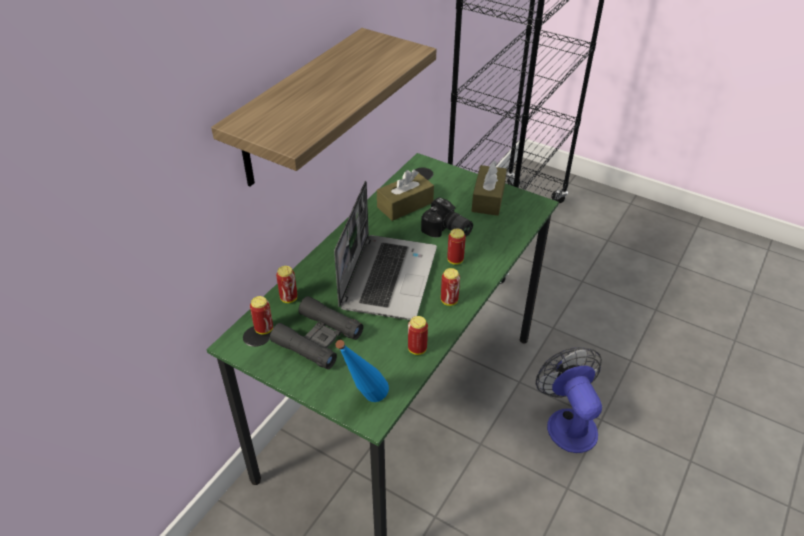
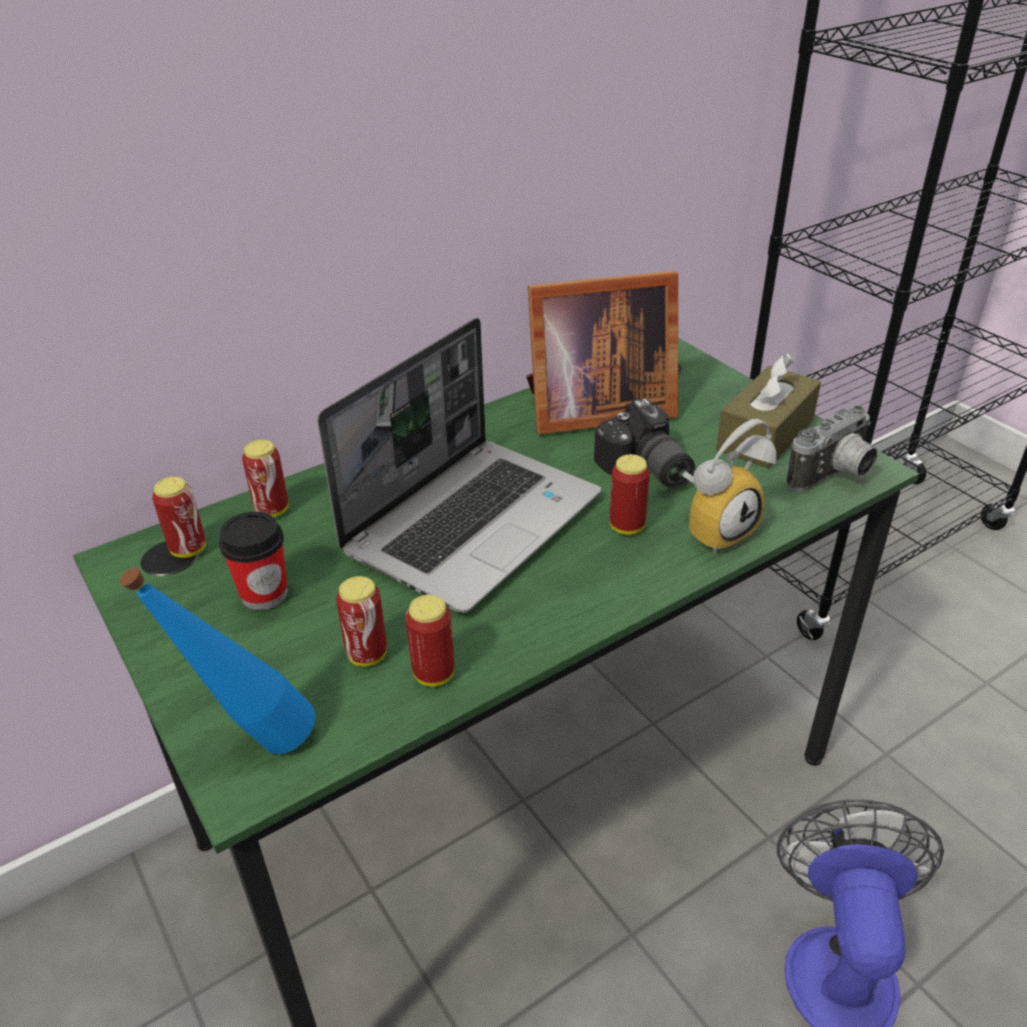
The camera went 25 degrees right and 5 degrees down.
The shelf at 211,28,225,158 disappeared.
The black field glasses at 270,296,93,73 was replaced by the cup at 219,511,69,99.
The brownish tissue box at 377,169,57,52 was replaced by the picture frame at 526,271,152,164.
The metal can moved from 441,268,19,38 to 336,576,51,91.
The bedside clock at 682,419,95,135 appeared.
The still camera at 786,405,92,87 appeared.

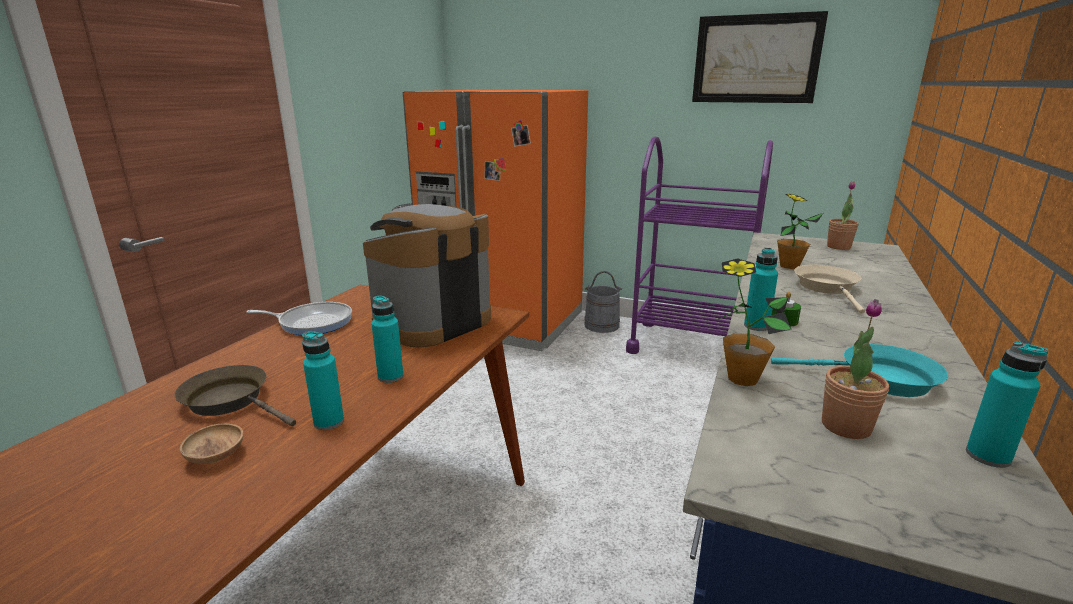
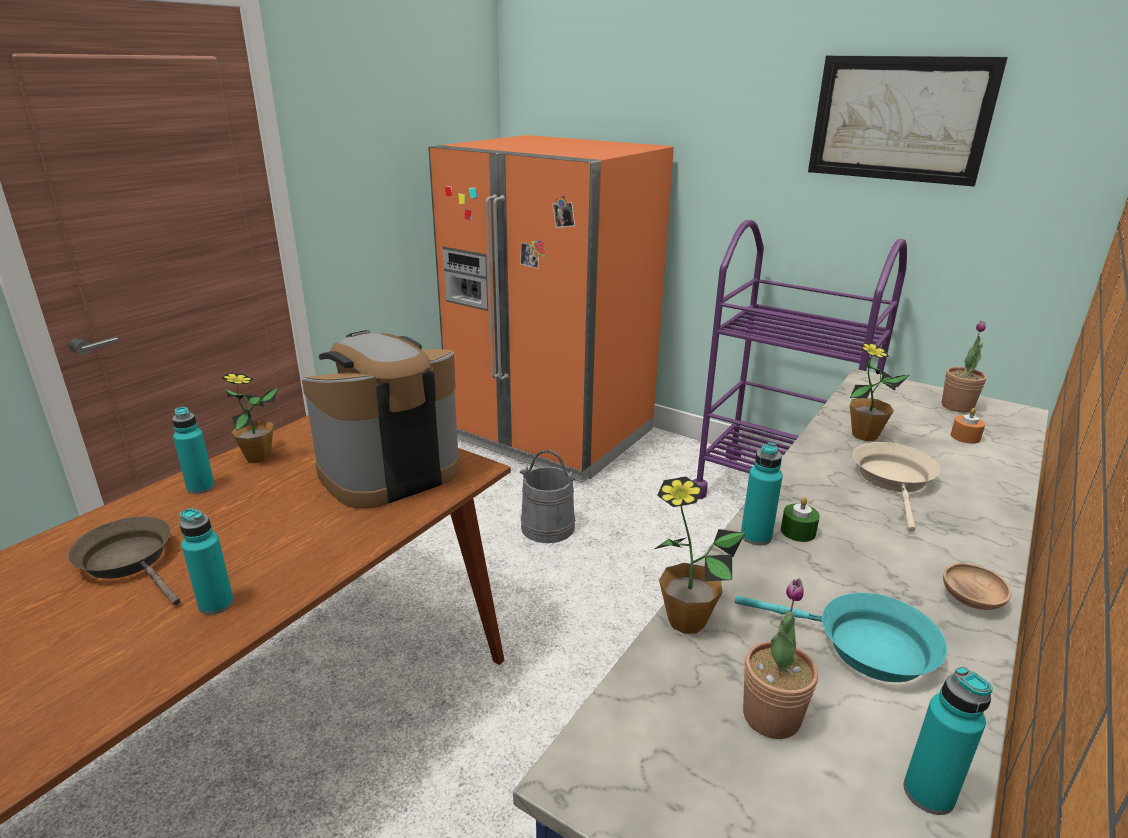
The camera went 10 degrees right and 5 degrees up.
The brownish bowl moved from 180,423,64,41 to 943,563,68,47.
The frying pan at 246,302,106,33 was replaced by the plant in a pot at 221,373,57,90.
The turquoise-coloured bottle moved from 371,295,32,88 to 172,407,43,87.
The gray bucket moved from 584,271,38,62 to 520,449,57,94.
The orange-coloured wax candle at 951,408,34,36 appeared.

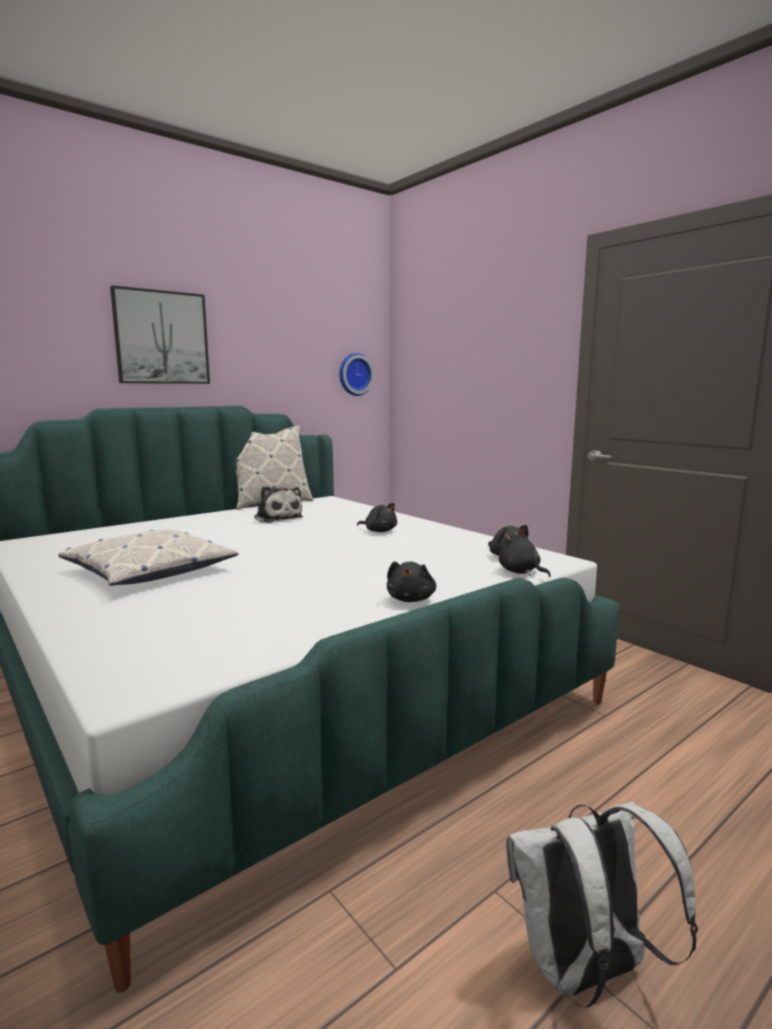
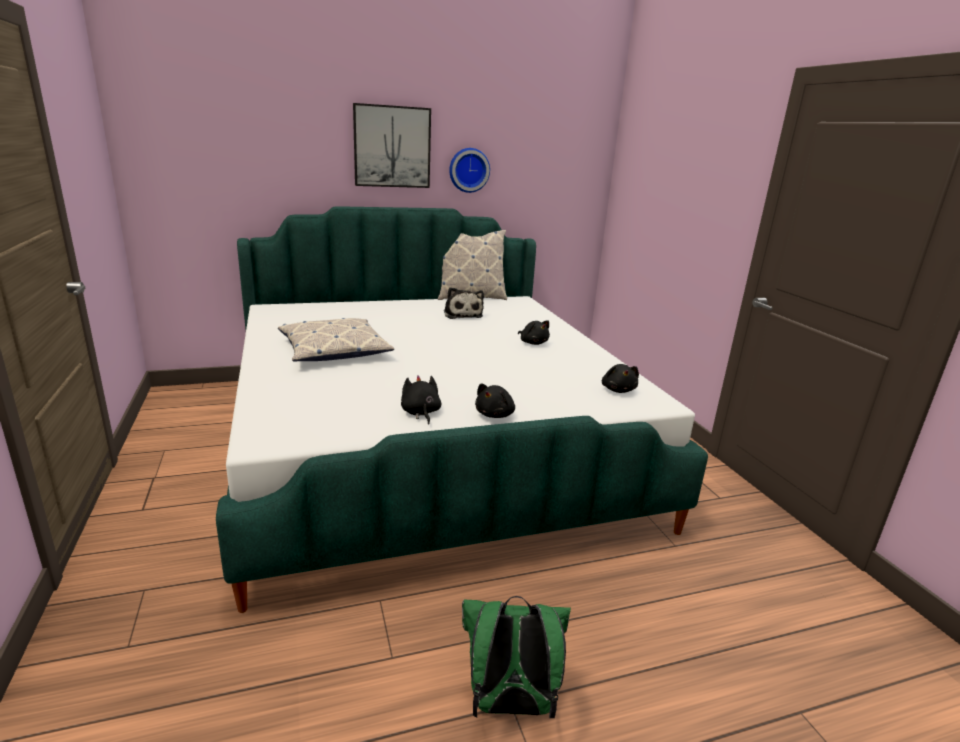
The camera went 20 degrees right and 10 degrees up.
The clock on the wall moved from 339,353,35,43 to 449,148,41,45.
The black soft toy moved from 499,532,52,45 to 401,375,40,50.
The whitish backpack at 506,801,192,207 became the green-coloured backpack at 462,596,109,122.

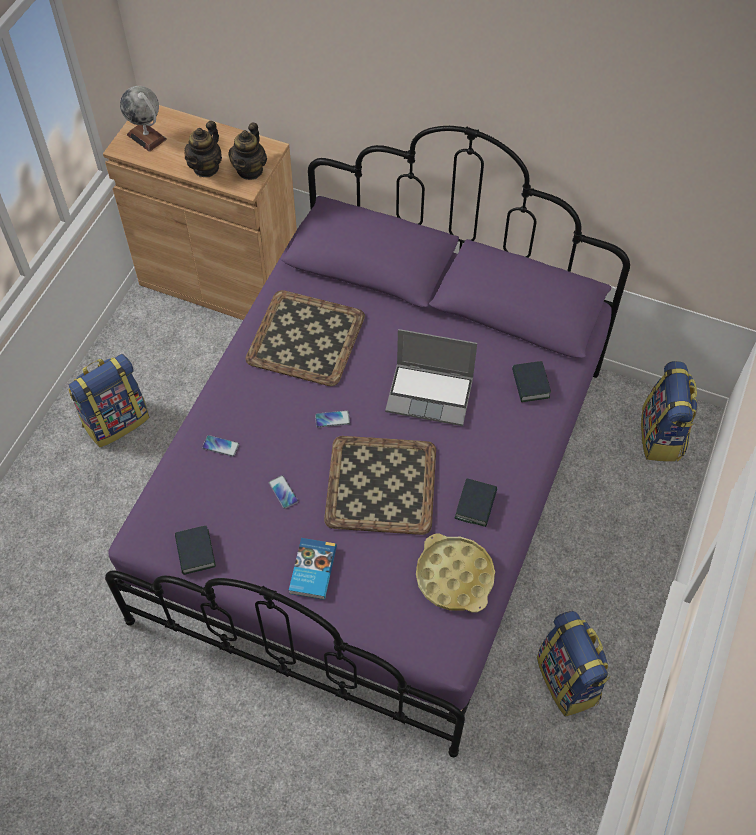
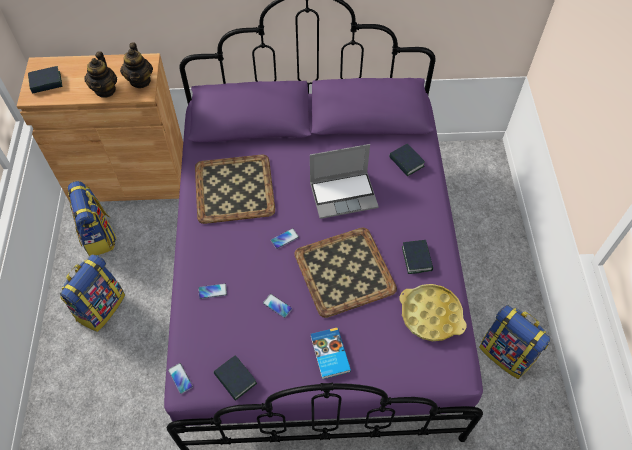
The camera went 25 degrees left and 0 degrees up.
The globe at 120,86,47,66 was replaced by the book at 28,66,35,28.
The backpack moved from 641,361,57,101 to 68,181,48,75.
The phone at 168,363,25,31 appeared.

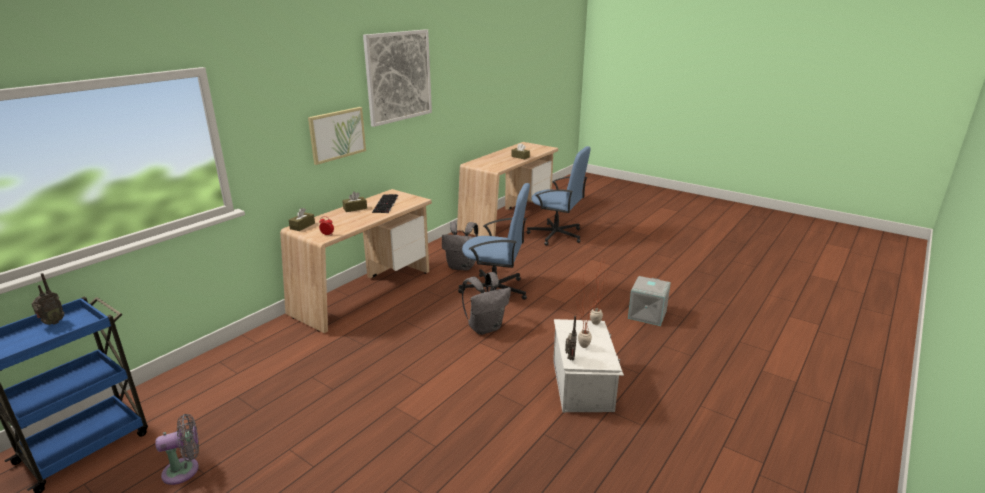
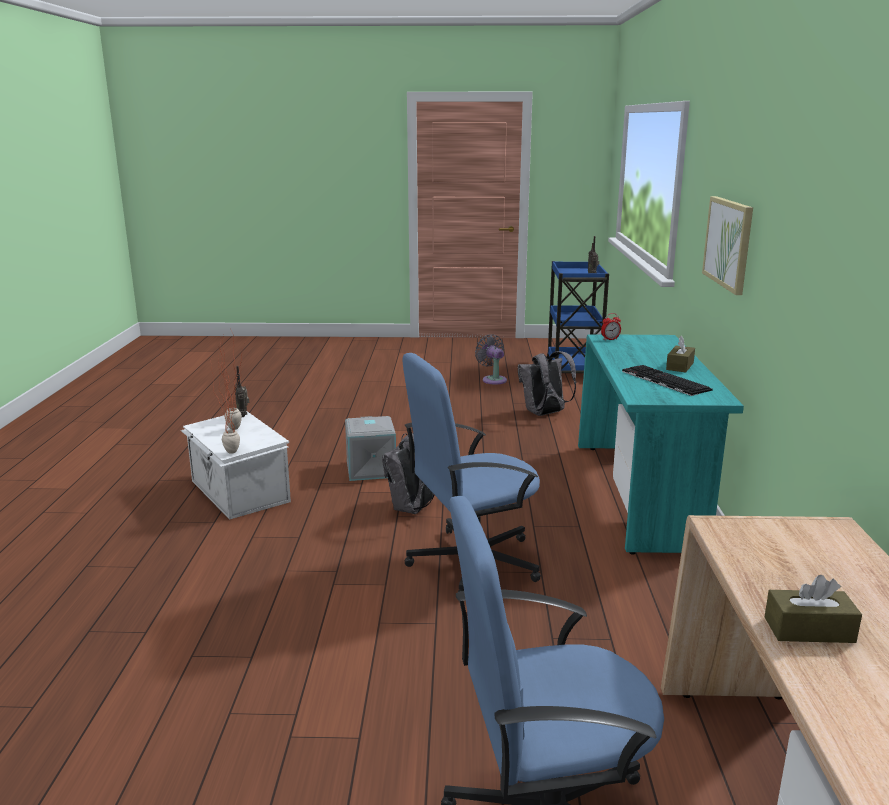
The camera went 145 degrees right and 5 degrees down.
The gray electric fan at 155,414,44,71 turned 120 degrees clockwise.
The sand-coloured desk table at 280,189,152,144 became the turquoise-coloured desk table at 578,334,166,221.
The brownish tissue box at 289,208,26,23 disappeared.
The picture at 363,29,69,98 disappeared.
The gray backpack moved from 442,221,36,49 to 518,351,58,65.
The gray storage container moved from 628,276,43,50 to 345,416,51,65.

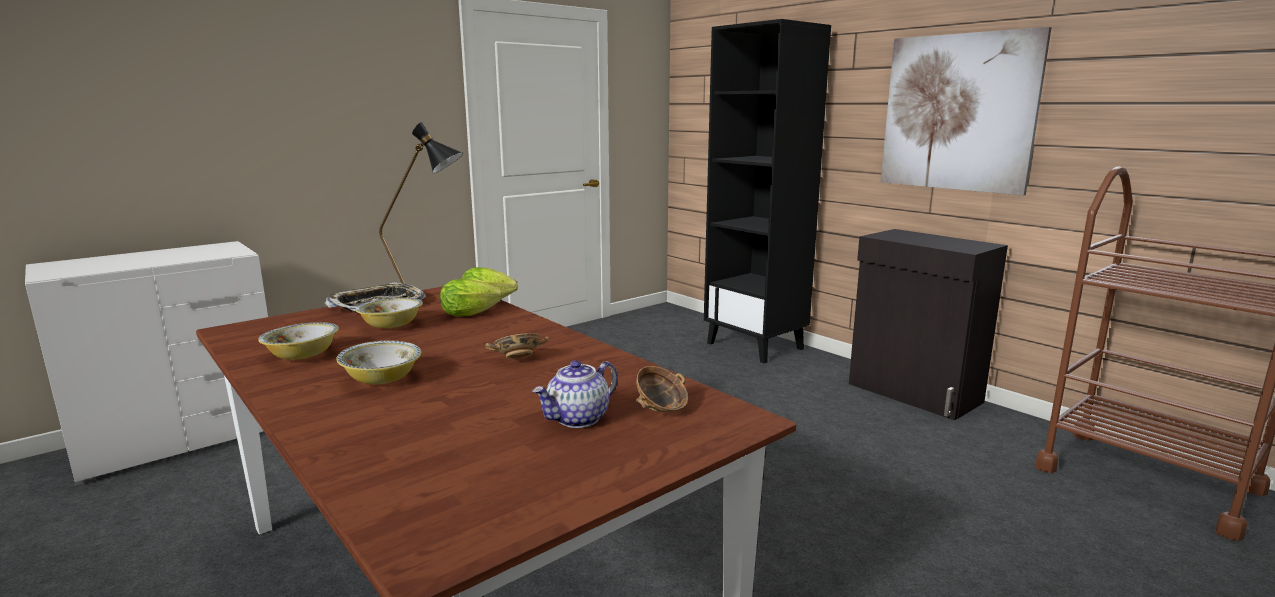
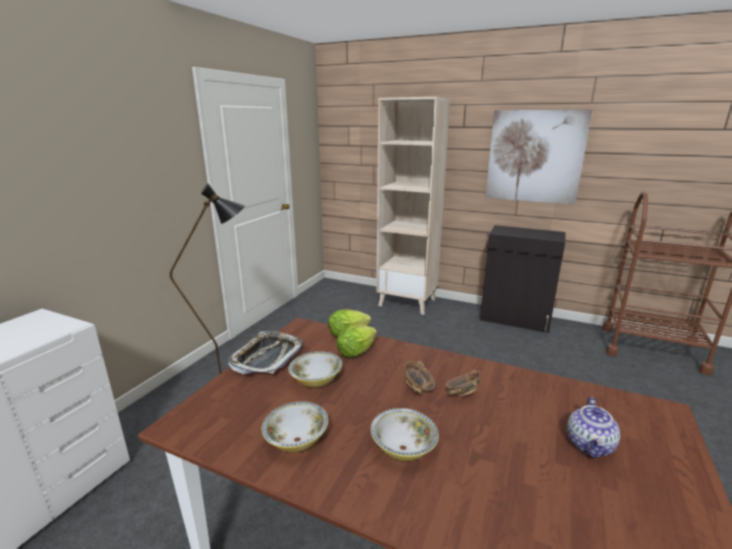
The camera went 25 degrees left and 5 degrees up.
The bowl moved from 636,366,52,46 to 404,361,31,33.
The black bookcase at 704,19,127,344 became the sand-coloured bookcase at 376,97,74,218.

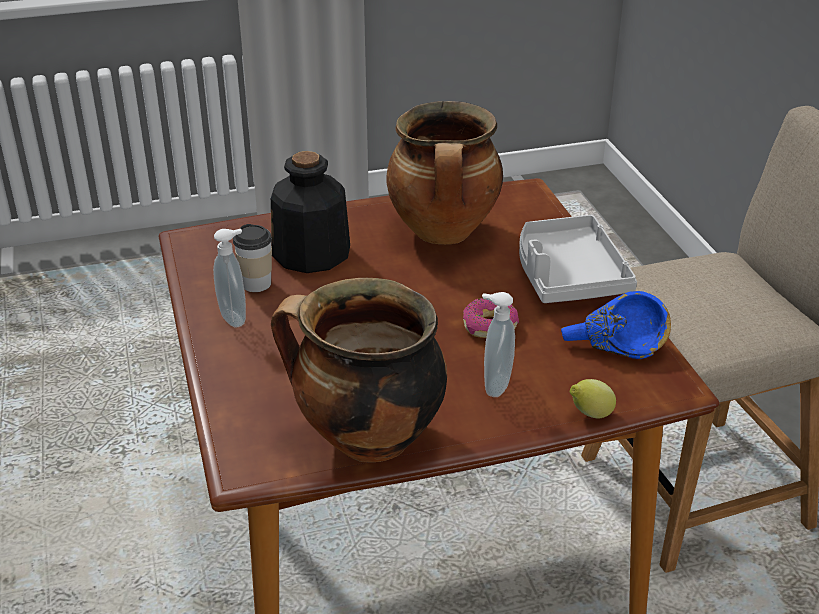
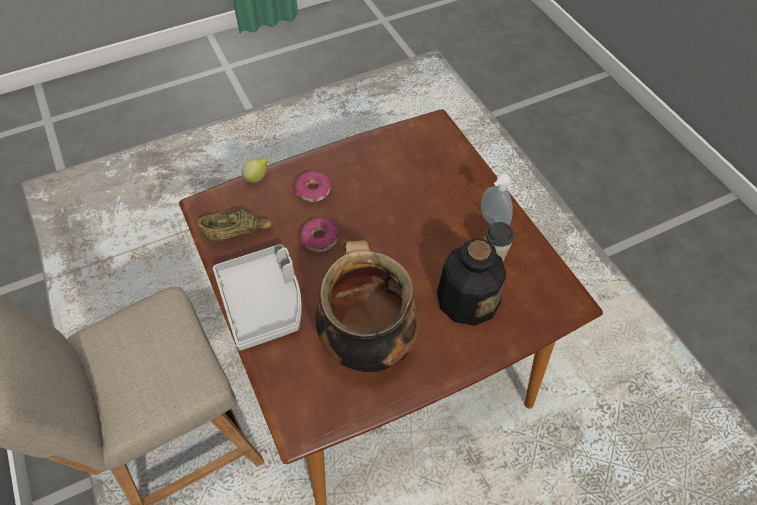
The camera went 170 degrees right and 20 degrees up.
The cooking pot at 271,278,176,184 disappeared.
The soap dispenser at 482,292,33,105 was replaced by the donut at 294,171,38,31.
The bluish bowl at 561,291,110,68 became the brownish bowl at 197,209,74,33.

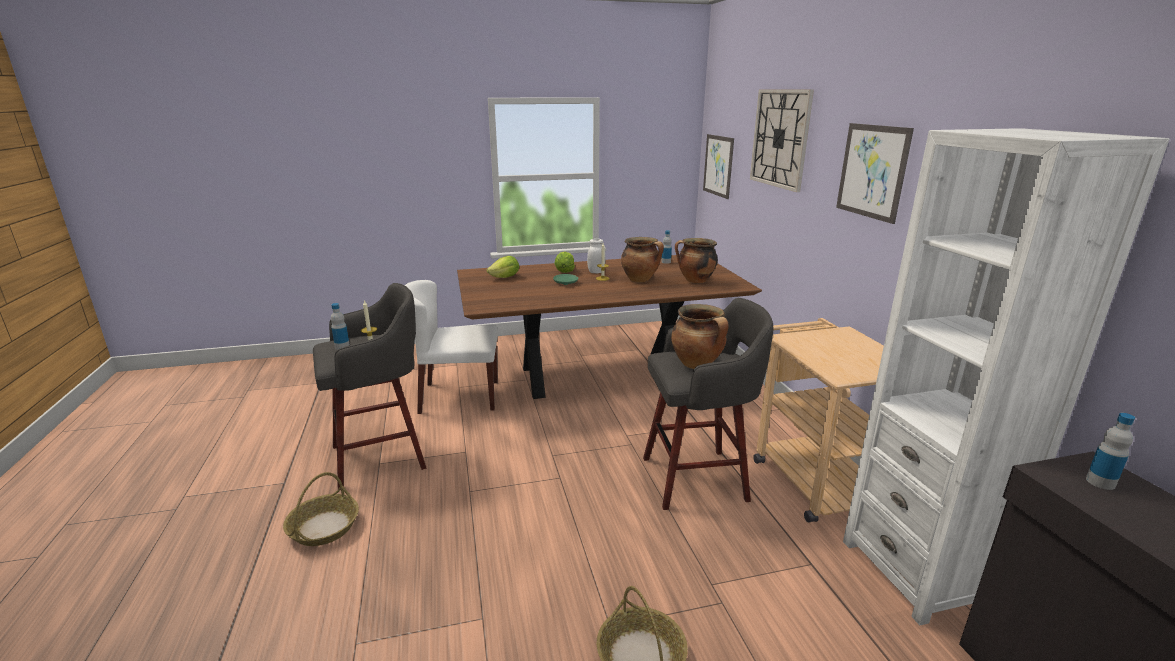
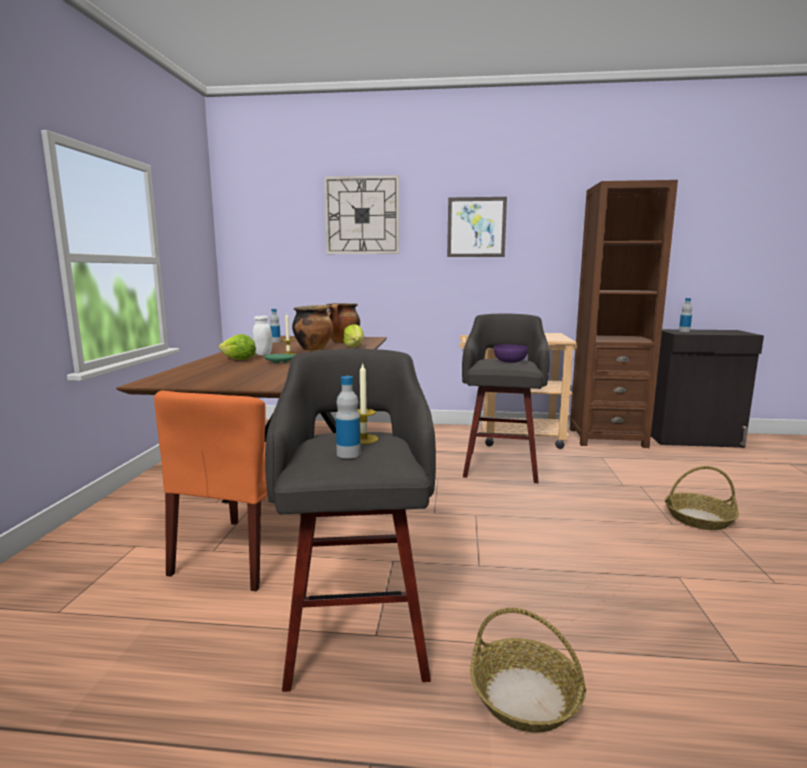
The camera went 70 degrees left and 10 degrees down.
The whitish upright chair at 405,280,93,134 became the orange-coloured upright chair at 154,391,147,200.
The head of lettuce moved from 486,256,33,22 to 343,324,21,23.
The cooking pot at 671,304,58,65 was replaced by the purplish bowl at 494,344,34,19.
The picture at 703,134,31,65 disappeared.
The whitish bookcase at 843,128,326,497 became the brownish bookcase at 570,180,108,268.

